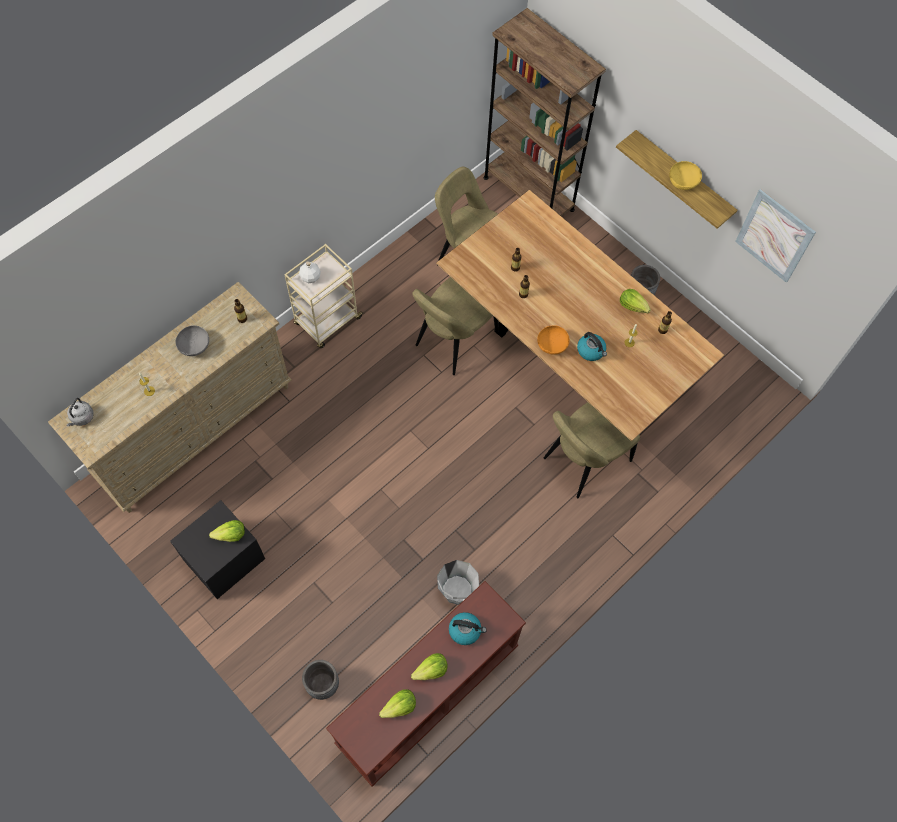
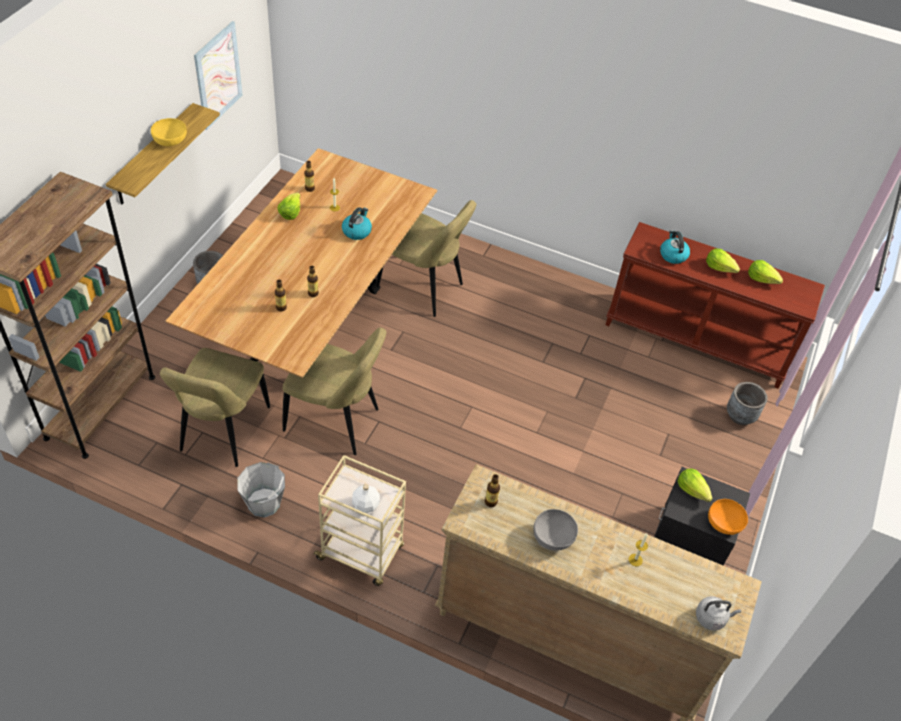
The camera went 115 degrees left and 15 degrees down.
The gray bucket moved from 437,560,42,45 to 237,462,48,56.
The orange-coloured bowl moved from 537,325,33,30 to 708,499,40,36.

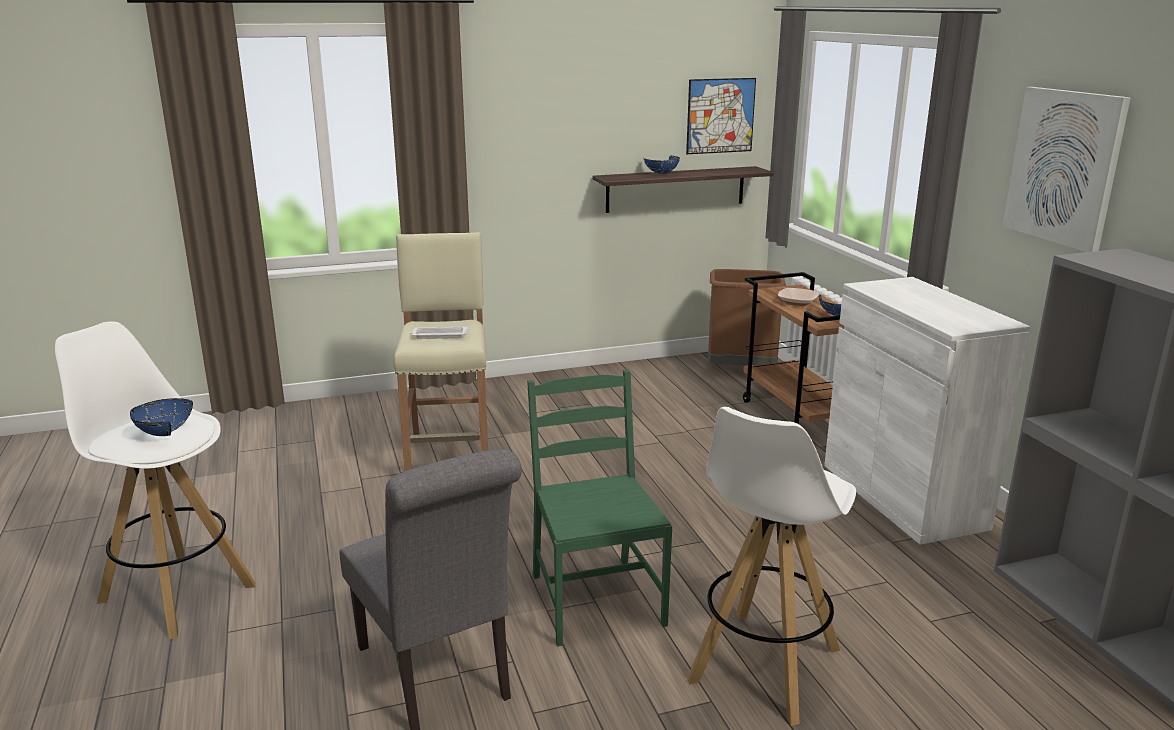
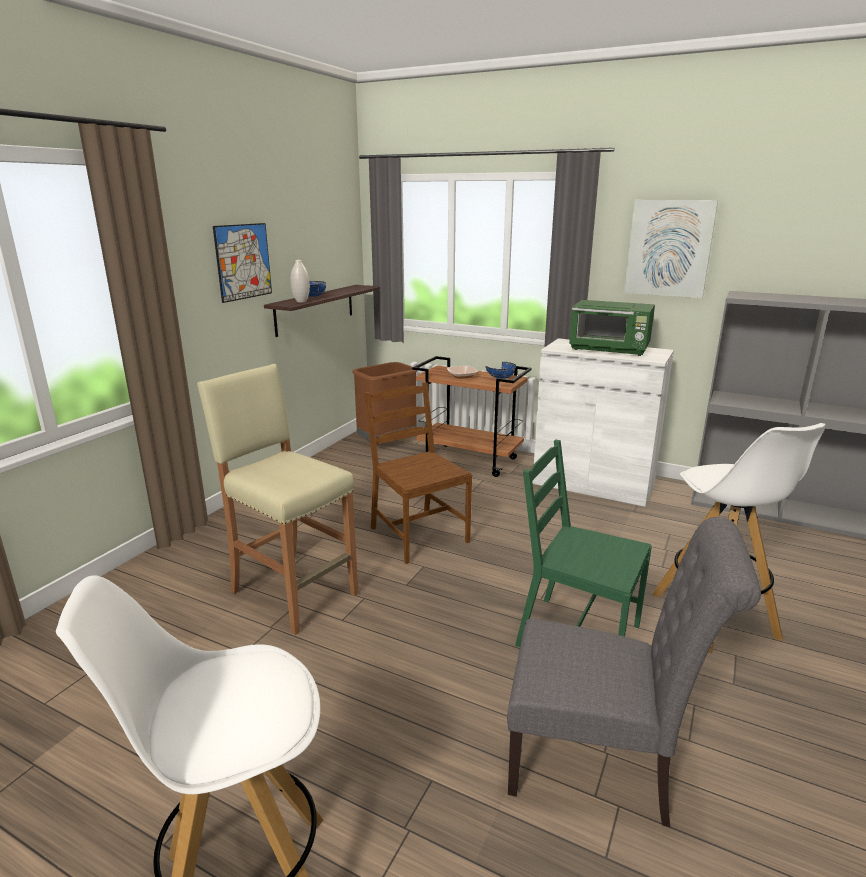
The camera went 45 degrees left and 0 degrees up.
The bluish bowl at 130,398,63,38 disappeared.
The whitish carrying tray at 410,326,58,13 disappeared.
The picture moved from 686,78,70,76 to 213,223,59,80.
The whitish decorative vase at 290,260,20,42 appeared.
The brownish upright chair at 364,382,108,182 appeared.
The green-coloured microwave at 569,300,86,56 appeared.

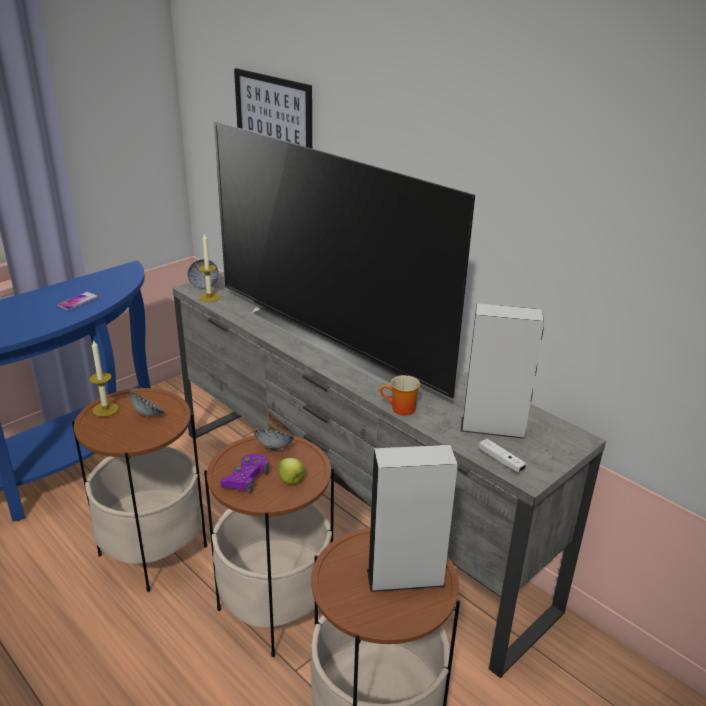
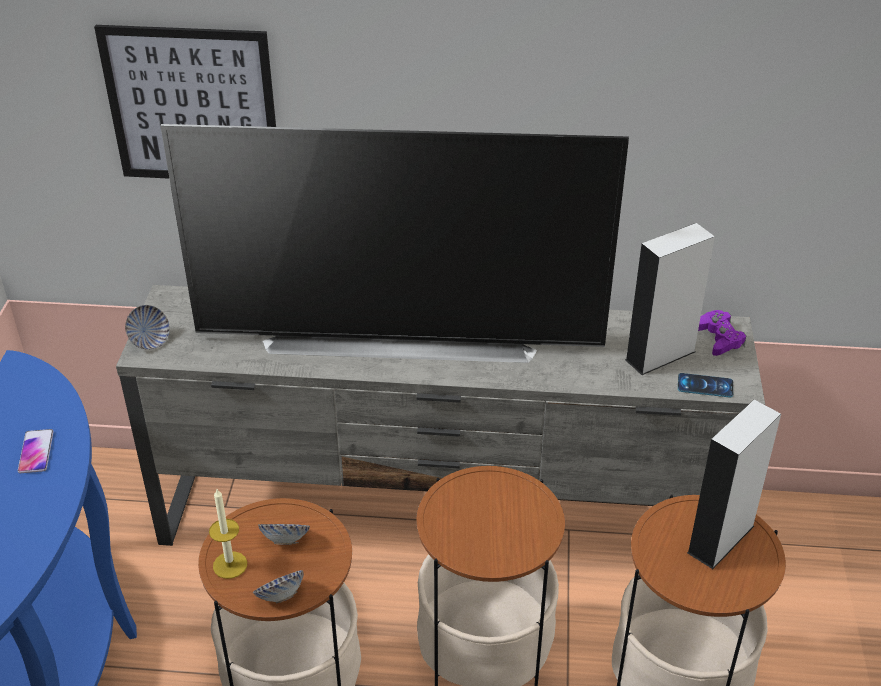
The camera went 40 degrees left and 10 degrees up.
The wax candle at 198,233,22,69 disappeared.
The purplish gamepad moved from 221,454,48,40 to 698,310,48,46.
The bowl moved from 254,429,40,21 to 253,570,51,33.
The apple fruit at 278,458,27,27 disappeared.
The mug at 380,375,40,41 disappeared.
The whitish gamepad at 479,439,47,34 was replaced by the phone at 678,373,55,24.

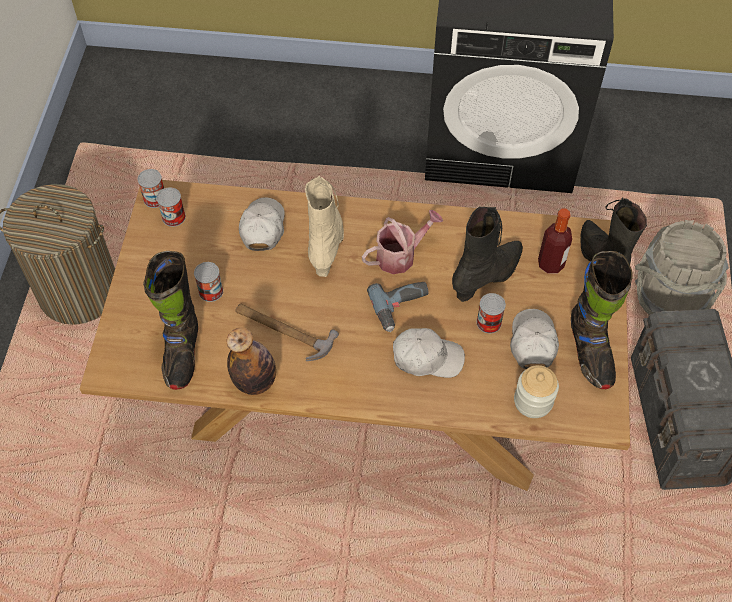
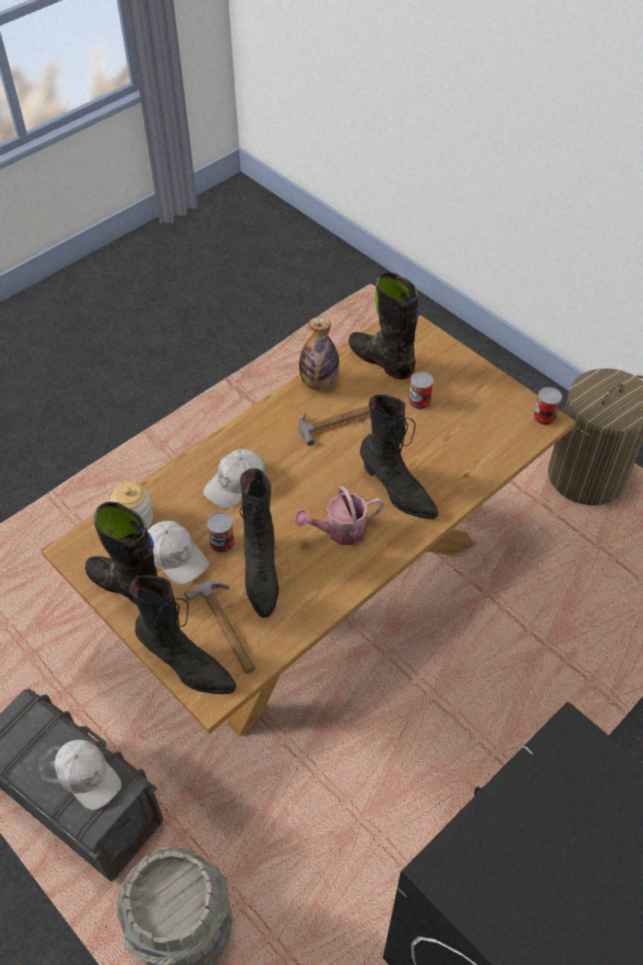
The camera went 130 degrees right and 5 degrees down.
The metal can at 157,187,29,40 disappeared.
The whitish peaked cap moved from 239,197,46,54 to 54,740,68,70.
The sand-coloured tall boot at 305,176,39,101 became the black tall boot at 360,394,78,125.
The sprinkling can at 362,210,81,64 turned 60 degrees clockwise.
The drill at 367,282,62,50 disappeared.
The bottle at 538,209,34,65 was replaced by the tool hammer at 184,581,71,93.

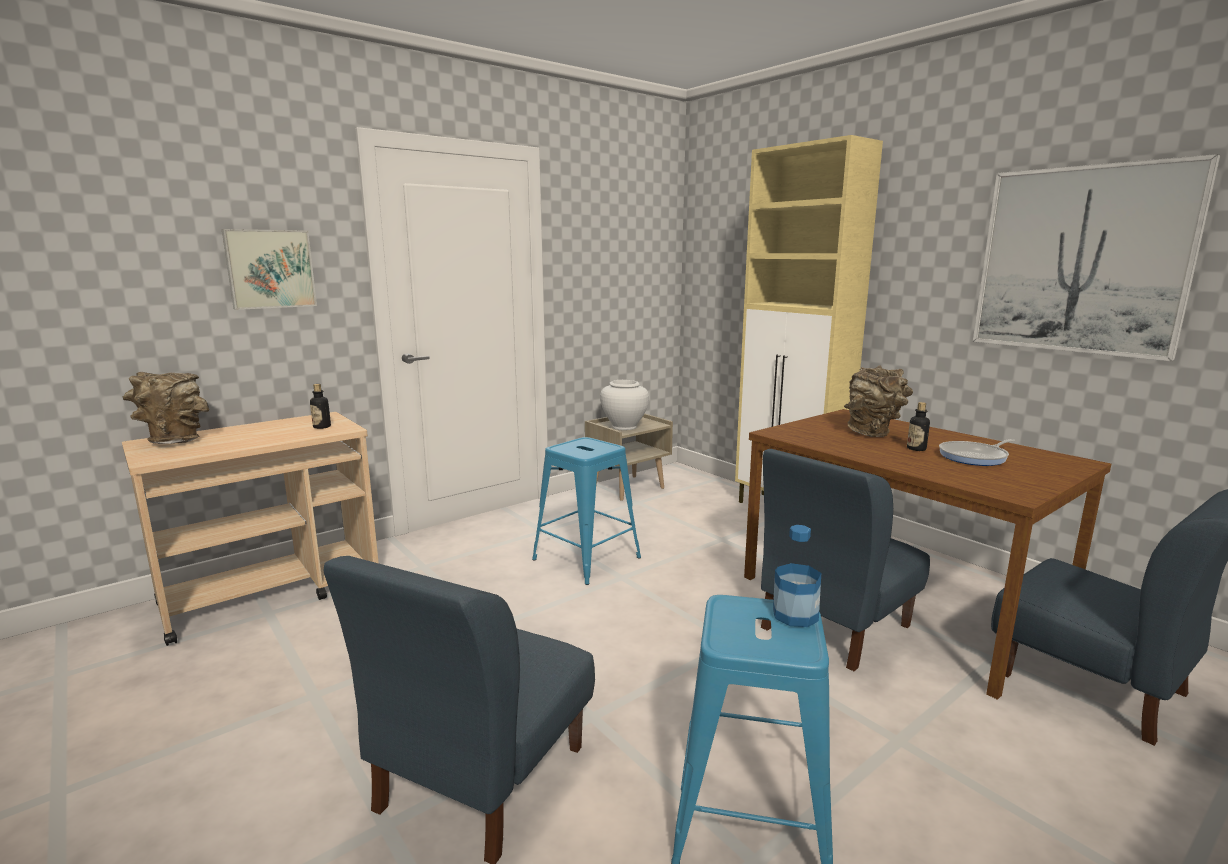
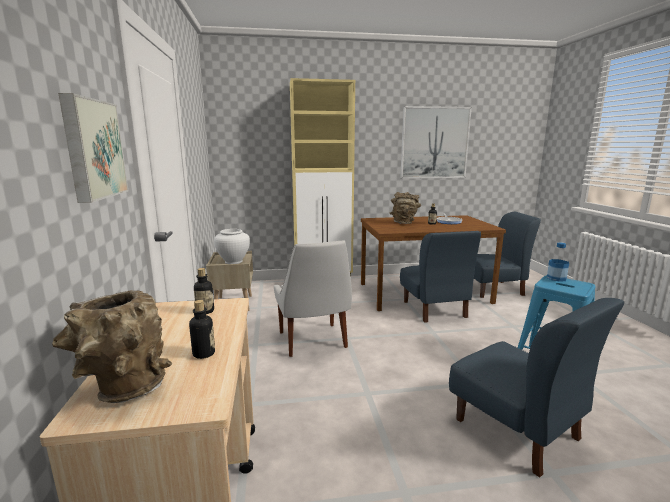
The camera went 60 degrees left and 0 degrees up.
The bluish stool at 532,437,109,148 was replaced by the whitish upright chair at 274,240,78,117.
The bottle at 189,300,26,59 appeared.

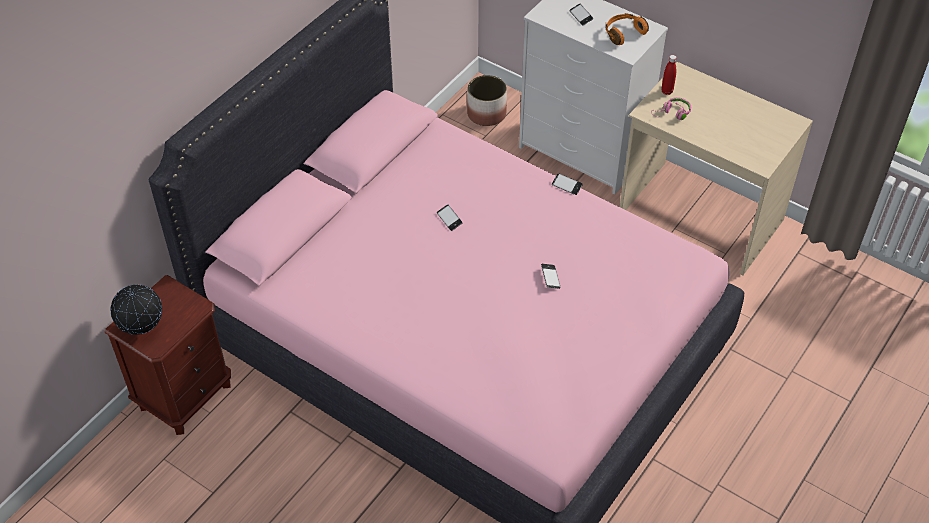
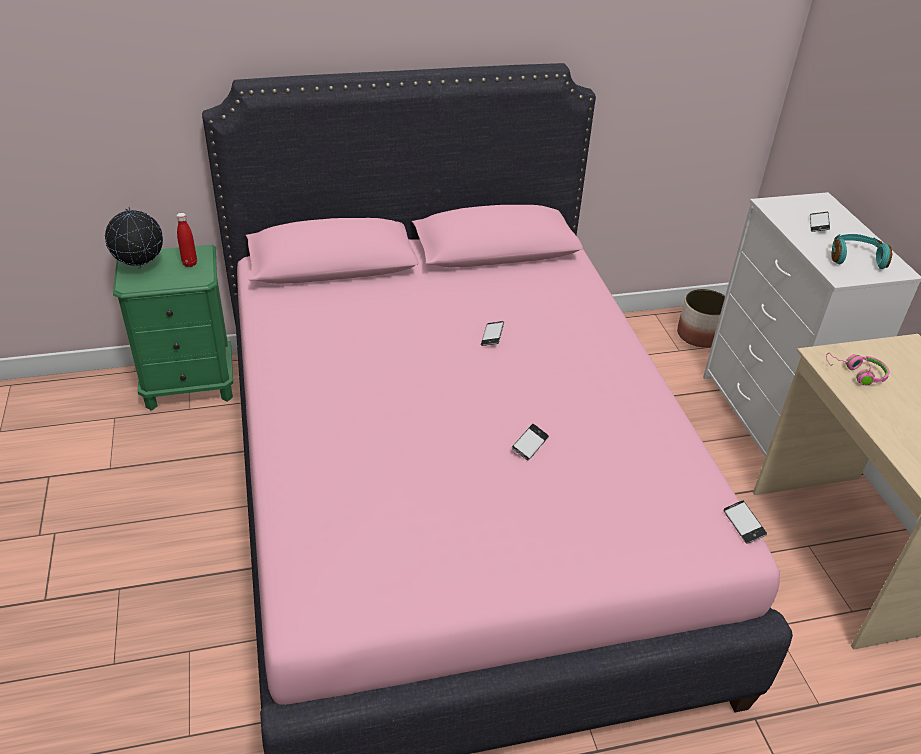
The camera went 40 degrees right and 10 degrees down.
The brownish bedside table at 105,275,126,160 became the green-coloured bedside table at 113,245,120,166.
The phone moved from 552,173,31,22 to 723,500,44,44.
The orange-coloured headphones at 606,13,43,32 became the turquoise-coloured headphones at 831,234,61,35.
The red bottle moved from 661,55,16,40 to 176,213,21,54.

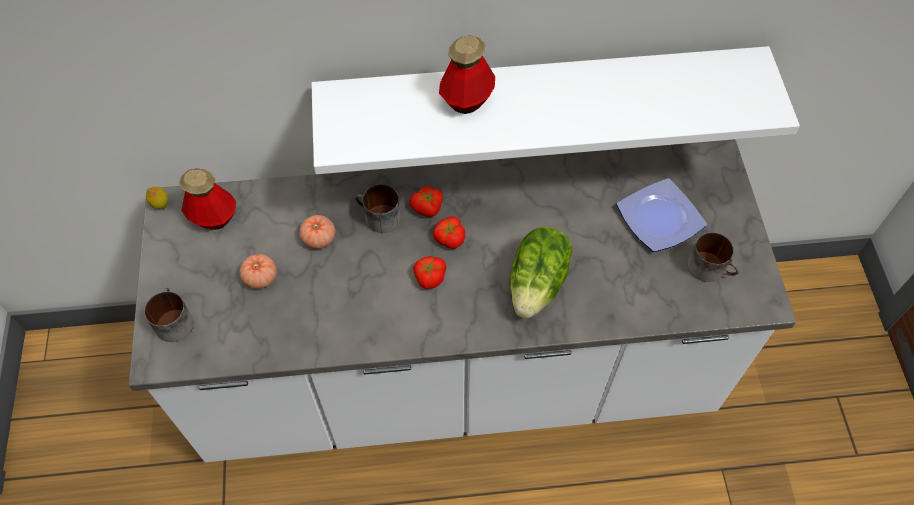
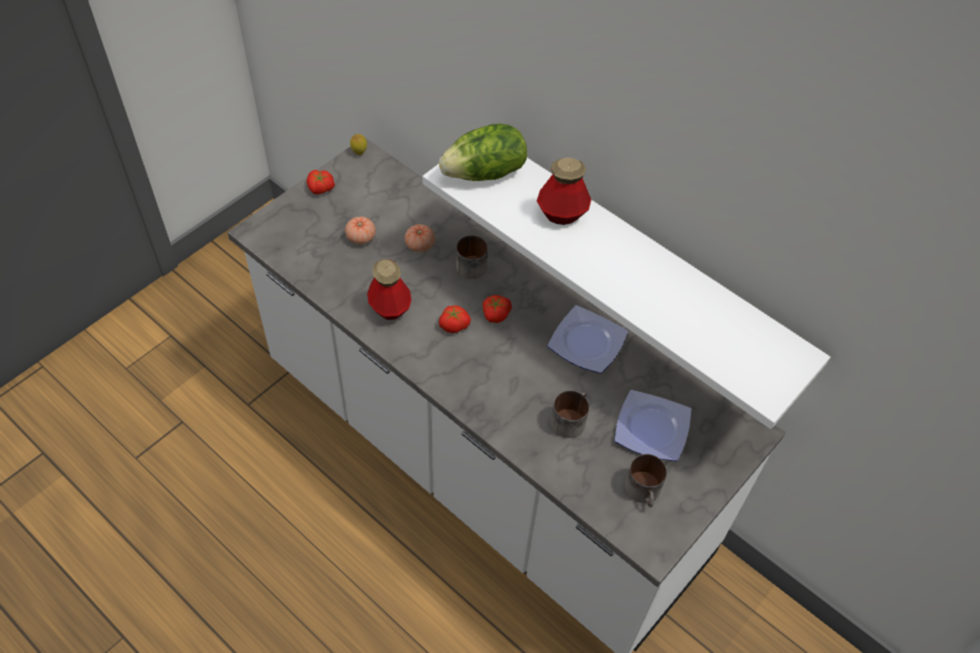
The camera went 45 degrees right and 5 degrees down.
The mug moved from 144,288,49,54 to 551,390,38,48.
The bottle moved from 179,169,57,61 to 367,259,44,61.
The whole tomato moved from 409,186,34,31 to 307,170,28,24.
The head of lettuce moved from 510,227,63,92 to 439,124,88,57.
The plate at 547,305,81,68 appeared.

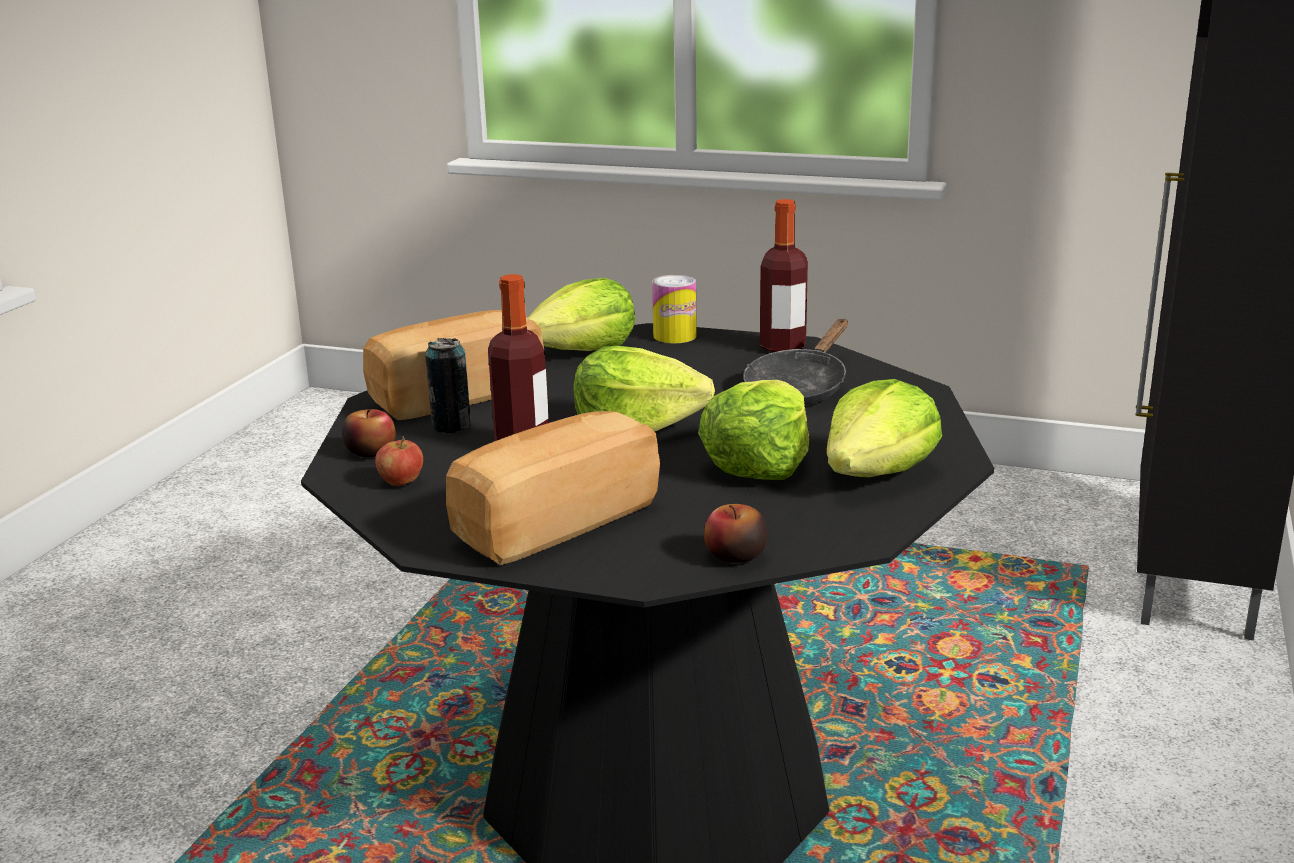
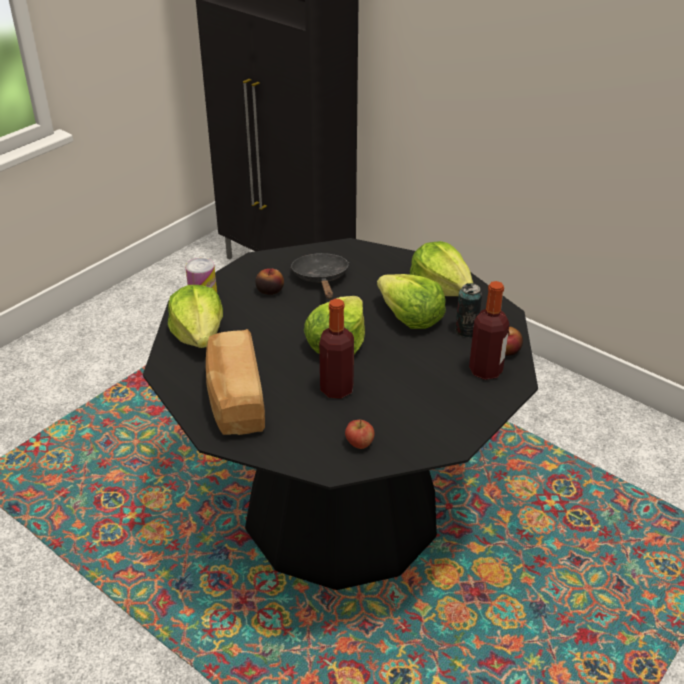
The camera went 70 degrees left and 15 degrees up.
The apple fruit moved from 342,409,54,49 to 256,268,28,27.
The metal can moved from 425,338,46,96 to 455,283,27,54.
The bakery bread at 446,411,214,154 disappeared.
The black frying pan at 743,319,105,86 turned 150 degrees counterclockwise.
The bottle moved from 760,199,48,153 to 469,281,40,99.

